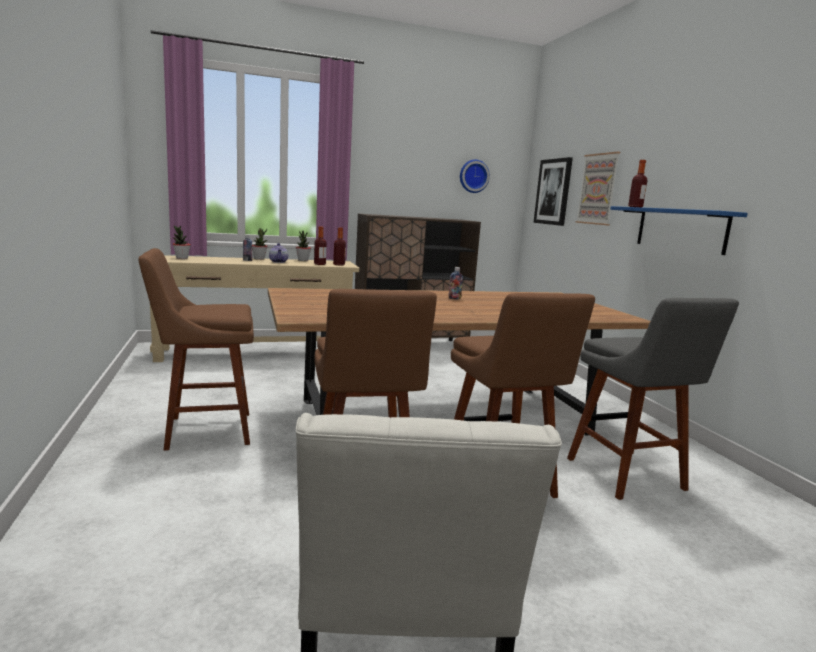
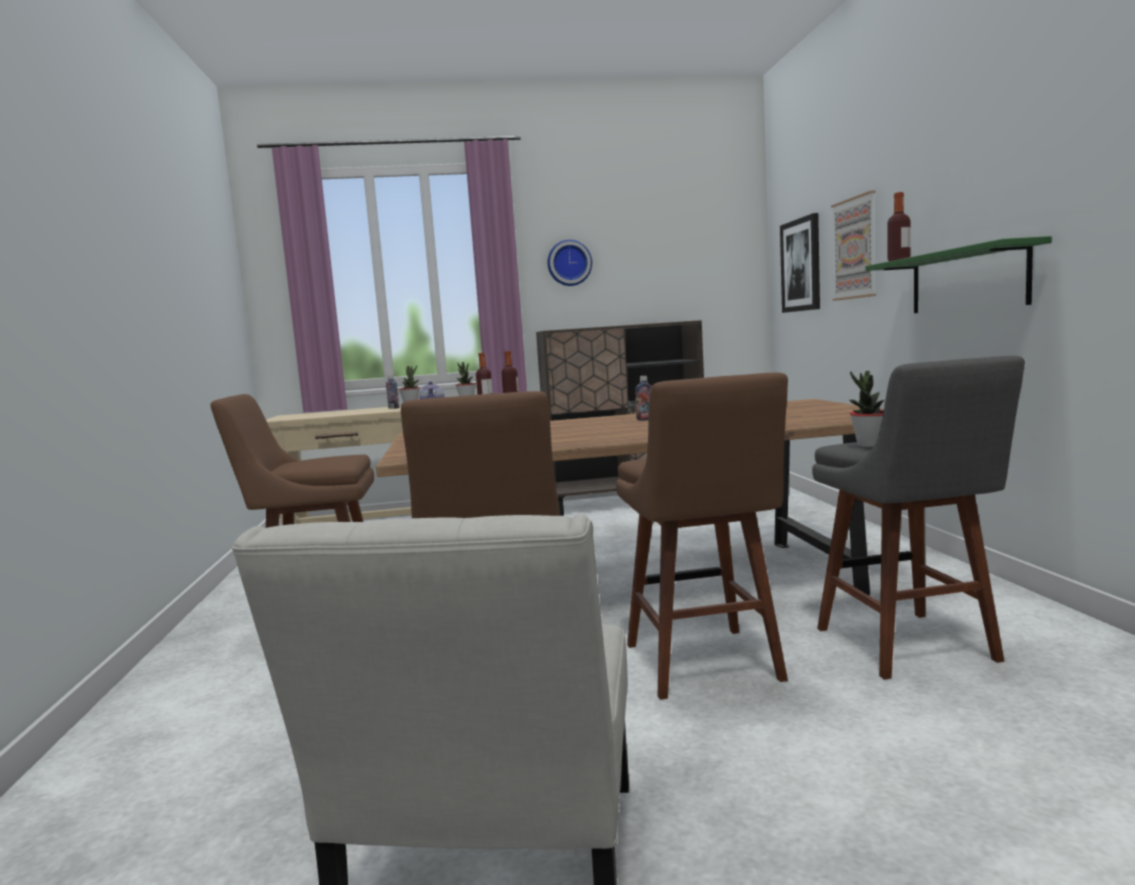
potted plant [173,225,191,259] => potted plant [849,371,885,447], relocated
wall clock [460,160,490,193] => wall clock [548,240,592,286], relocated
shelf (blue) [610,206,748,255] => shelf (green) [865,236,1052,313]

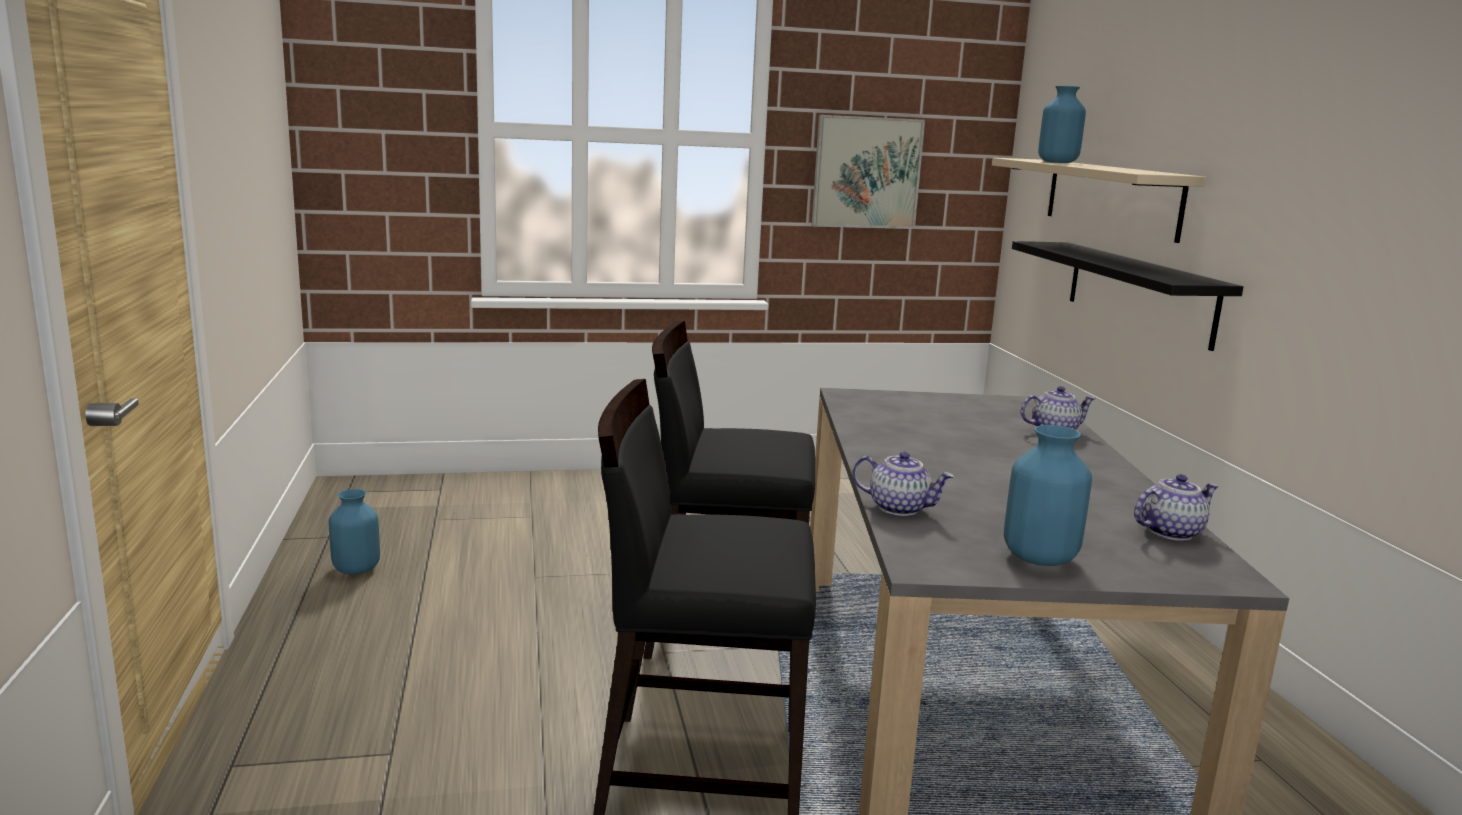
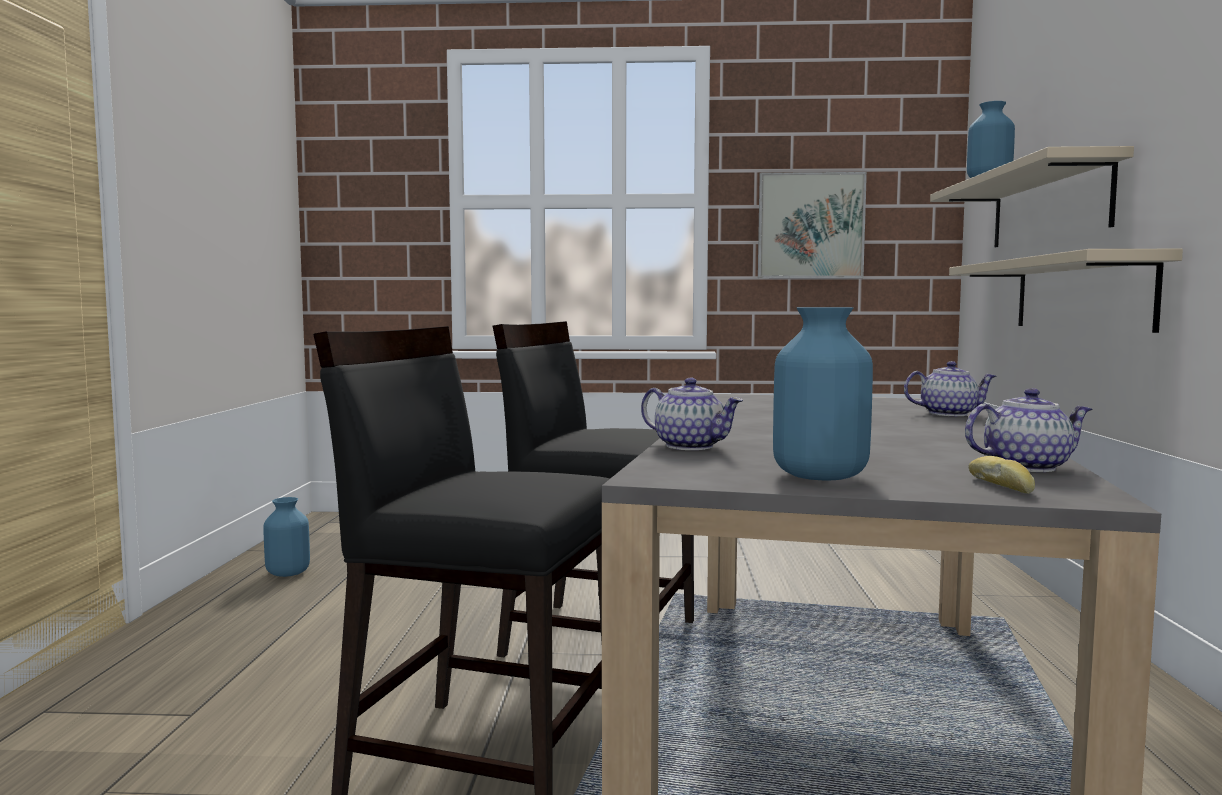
shelf (black) [1012,241,1243,351] => shelf (beige) [949,249,1183,333]
nothing => bread [968,456,1035,494]

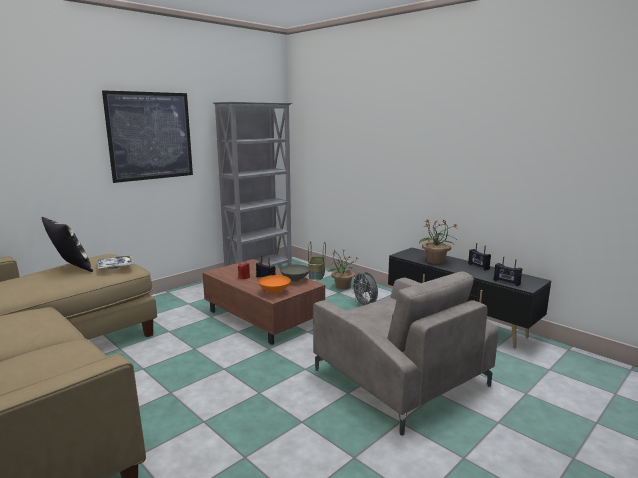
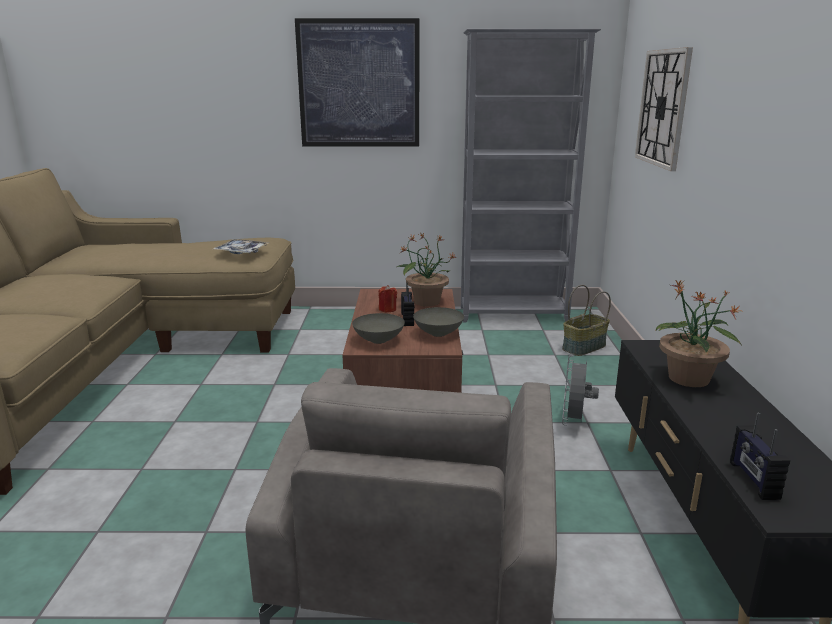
pillow [42,217,93,272] => nothing
bowl (orange) [258,275,291,294] => bowl (grey) [352,313,405,344]
potted plant [328,249,358,289] => potted plant [395,232,456,306], relocated
radio [468,243,491,270] => nothing
nothing => wall clock [635,47,693,171]

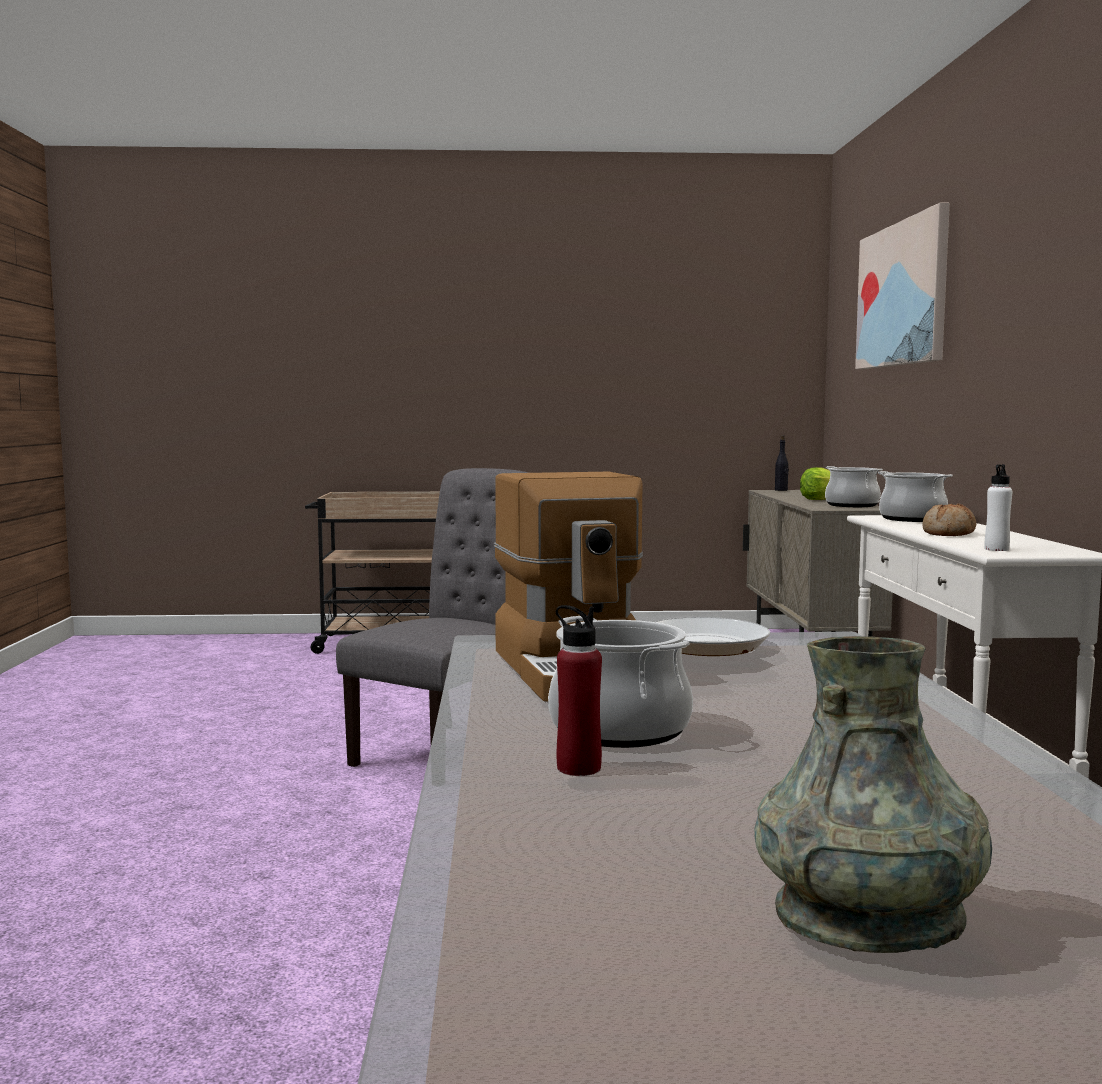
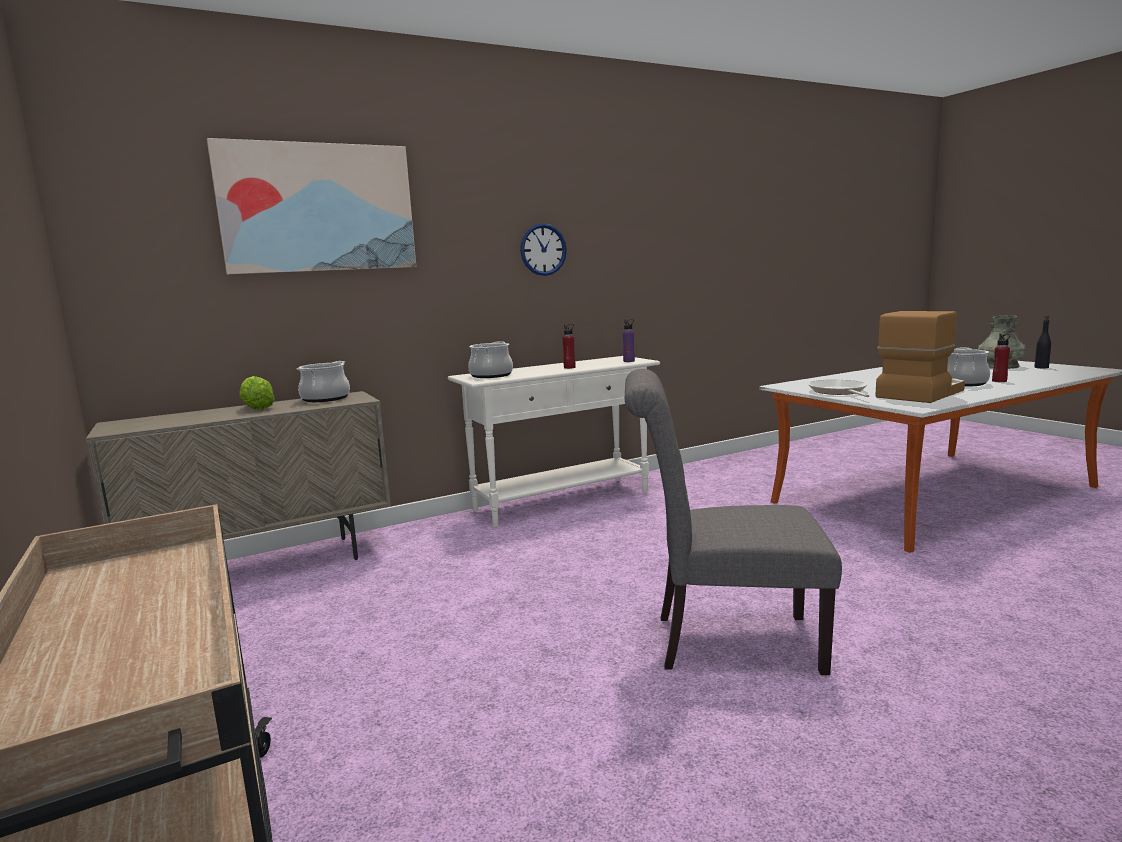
bottle (black) [775,435,789,491] => bottle (black) [1034,315,1051,368], relocated
bread [922,504,976,536] => bottle (red) [563,324,576,369]
bottle (white) [984,464,1013,551] => bottle (purple) [623,319,635,362]
nothing => wall clock [520,223,567,276]

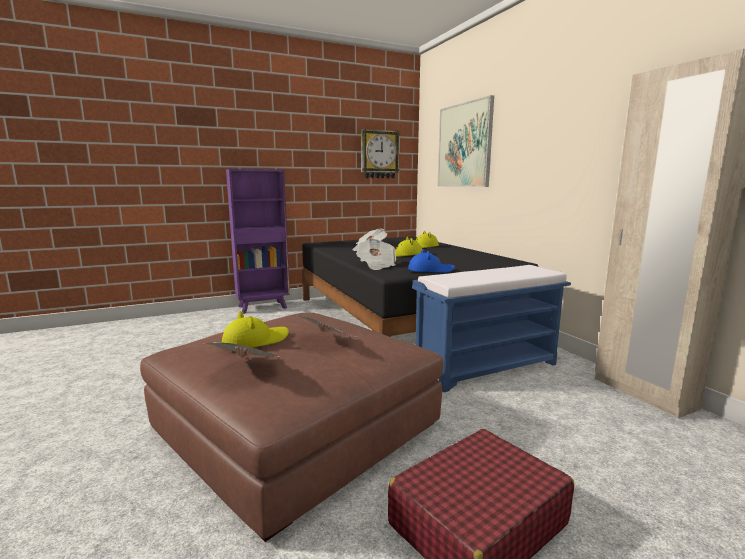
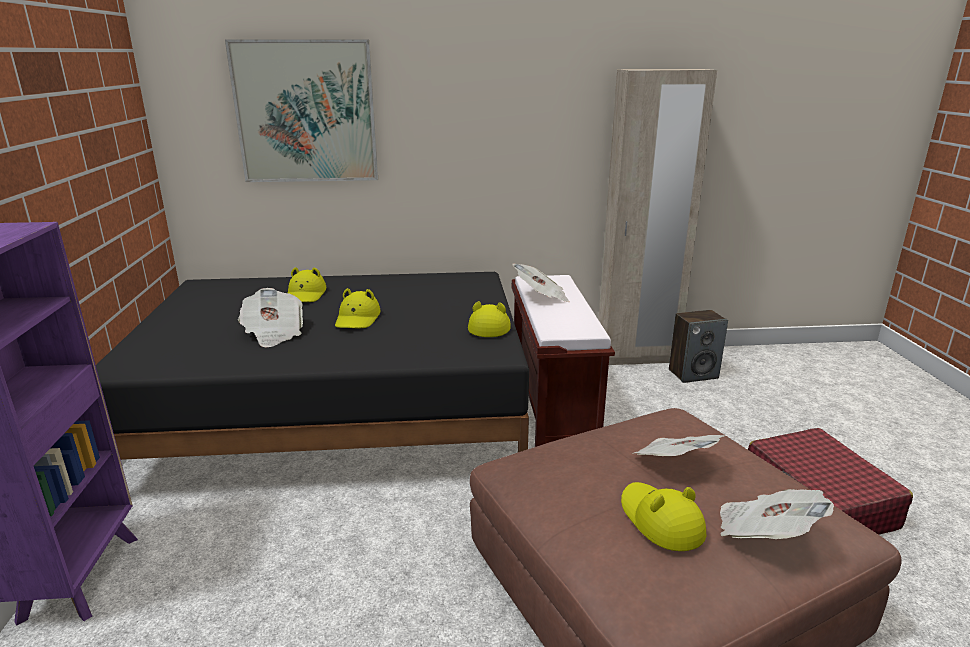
newspaper [356,239,396,270] => newspaper [512,263,569,302], relocated
wall clock [361,129,400,178] => nothing
hat (blue) [408,249,455,273] => hat (yellow) [468,301,511,337]
bench (blue) [412,265,571,392] => bench (brown) [511,275,615,447]
nothing => speaker [669,310,728,383]

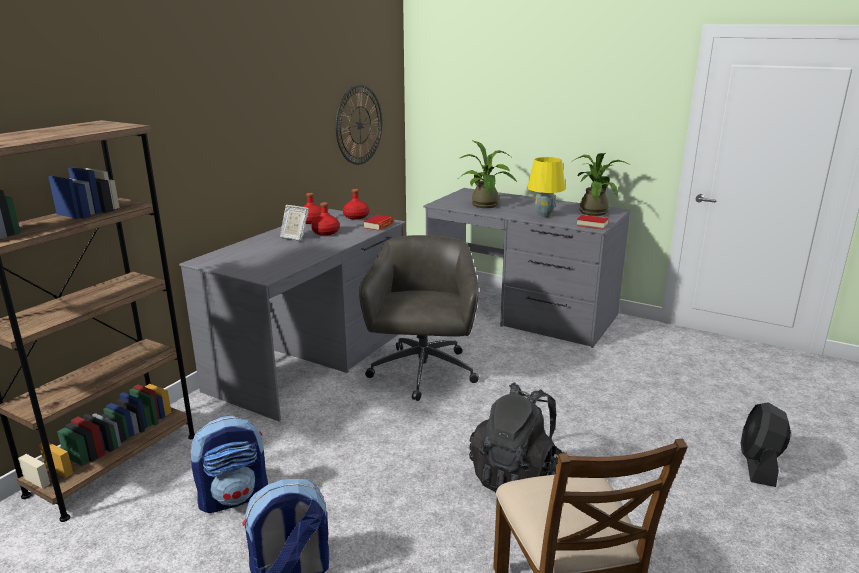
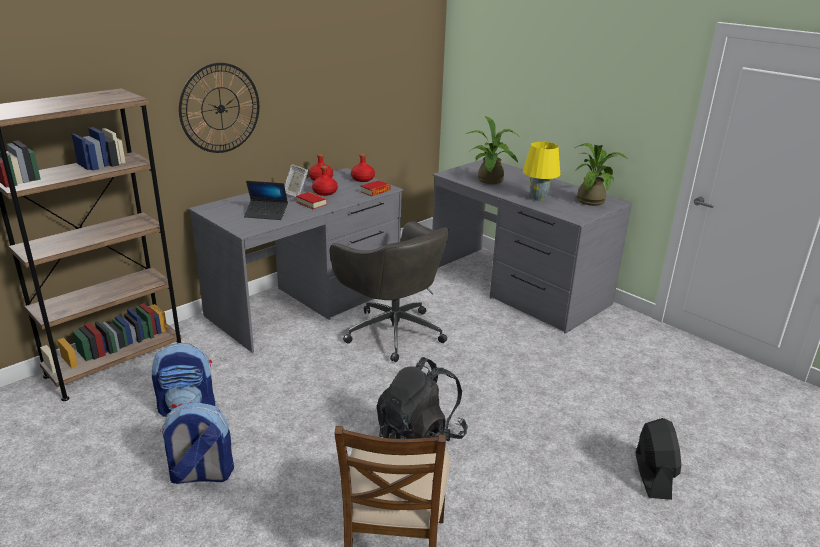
wall clock [336,85,382,165] => wall clock [179,63,259,153], relocated
office chair (grey) [359,235,479,401] => office chair (grey) [330,222,449,362], 120 degrees clockwise
book [577,215,608,230] => book [296,192,327,209], relocated
fan (black) [740,402,791,487] => fan (black) [636,418,681,500], 150 degrees clockwise
nothing => laptop [244,181,288,220]

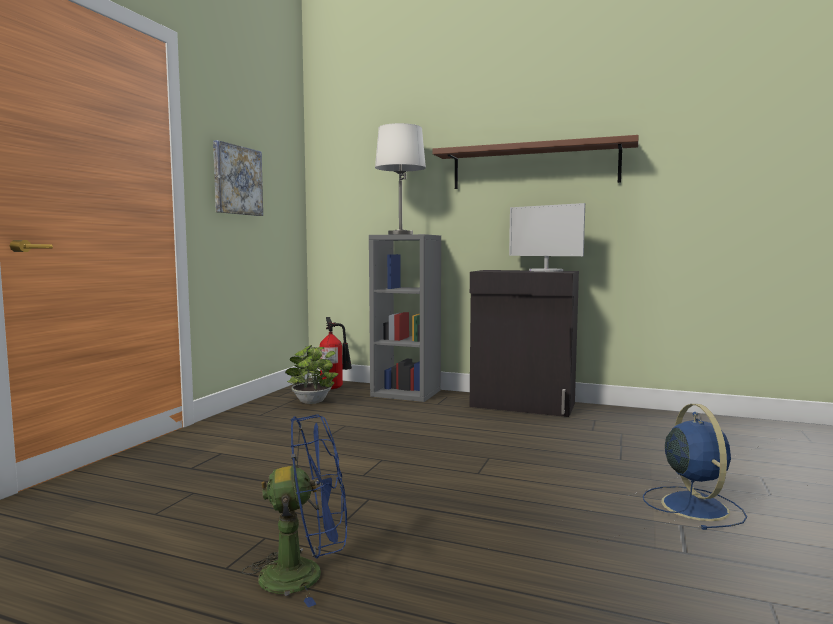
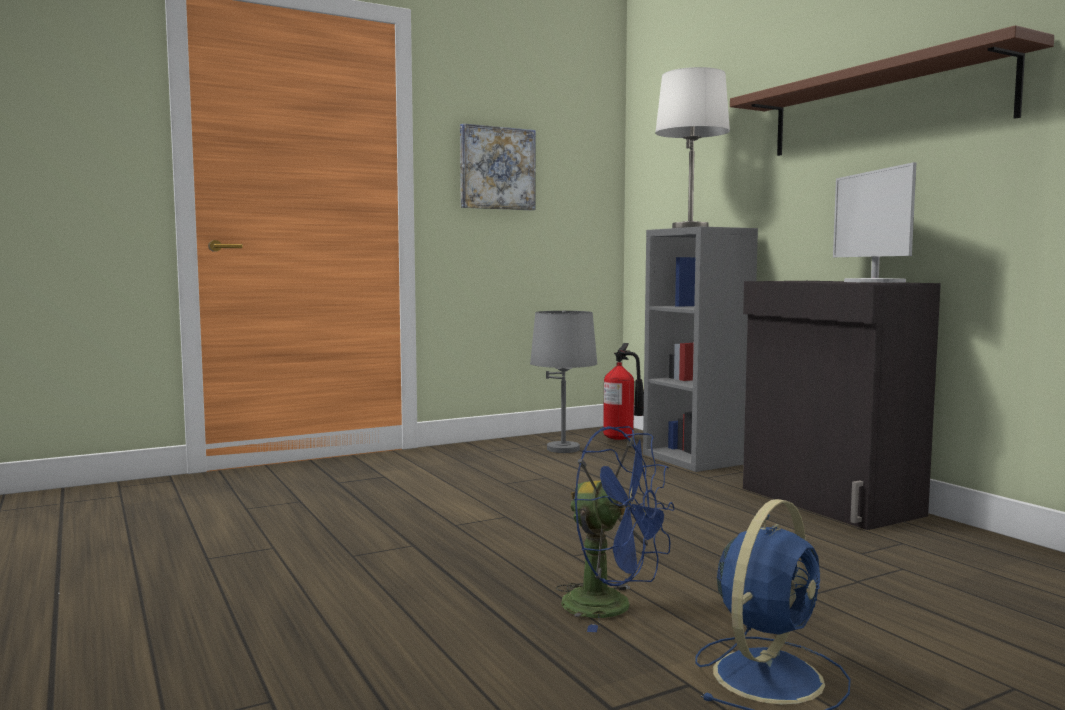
fan (blue) [242,414,347,607] => fan (blue) [556,426,675,632], relocated
potted plant [285,345,338,404] => table lamp (grey) [530,310,597,453]

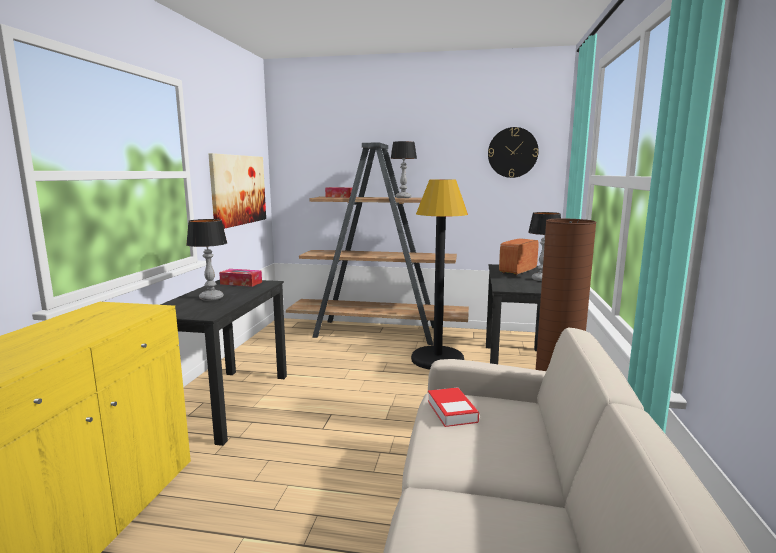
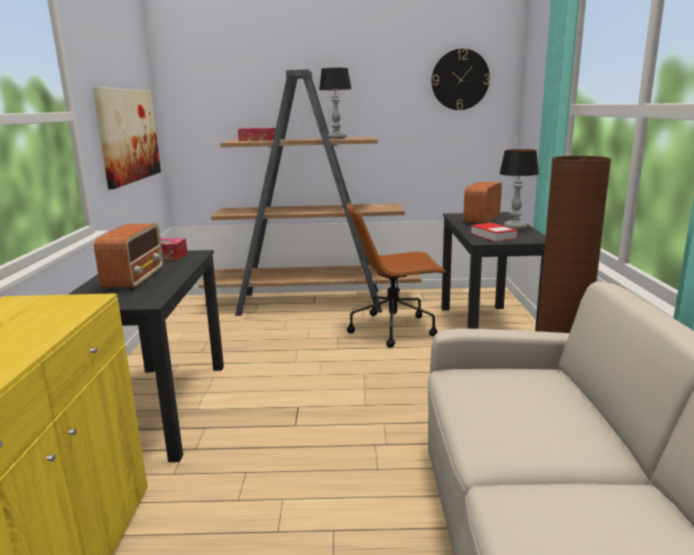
table lamp [186,219,227,301] => radio [94,223,163,290]
floor lamp (black) [411,179,468,370] => office chair (brown) [347,202,447,348]
book [428,387,479,427] => book [471,223,518,242], relocated

